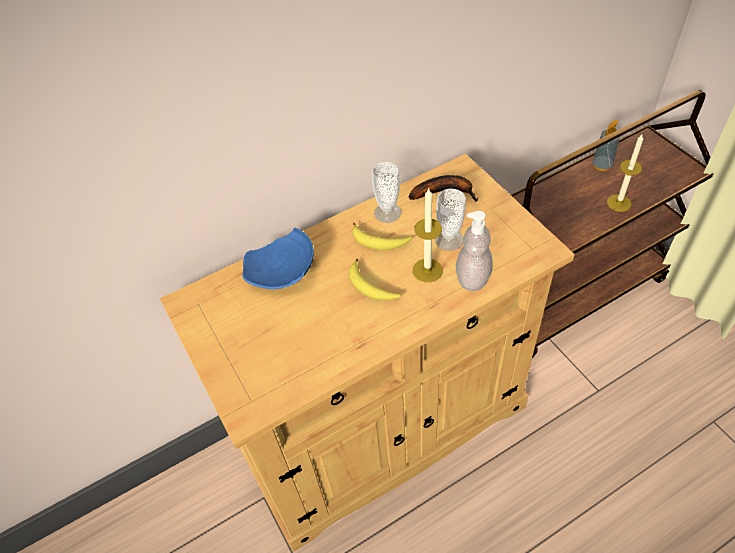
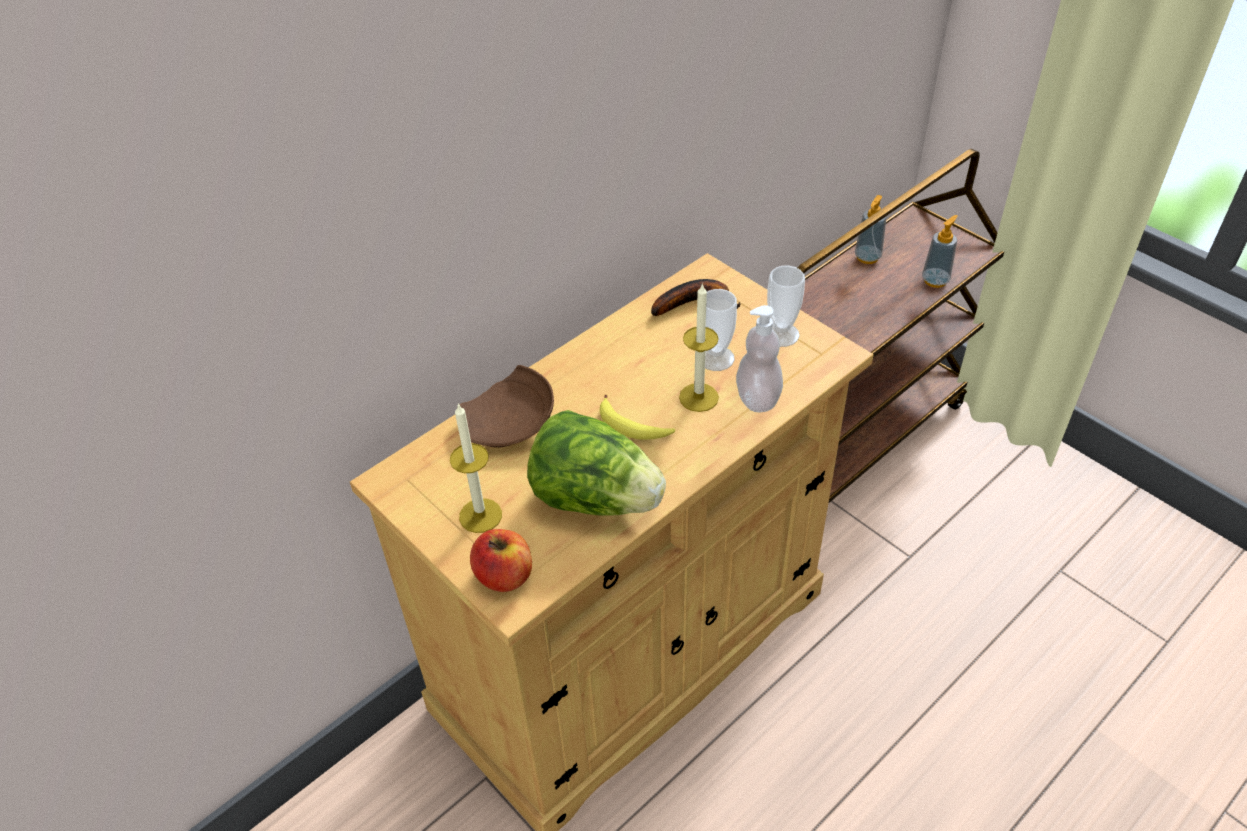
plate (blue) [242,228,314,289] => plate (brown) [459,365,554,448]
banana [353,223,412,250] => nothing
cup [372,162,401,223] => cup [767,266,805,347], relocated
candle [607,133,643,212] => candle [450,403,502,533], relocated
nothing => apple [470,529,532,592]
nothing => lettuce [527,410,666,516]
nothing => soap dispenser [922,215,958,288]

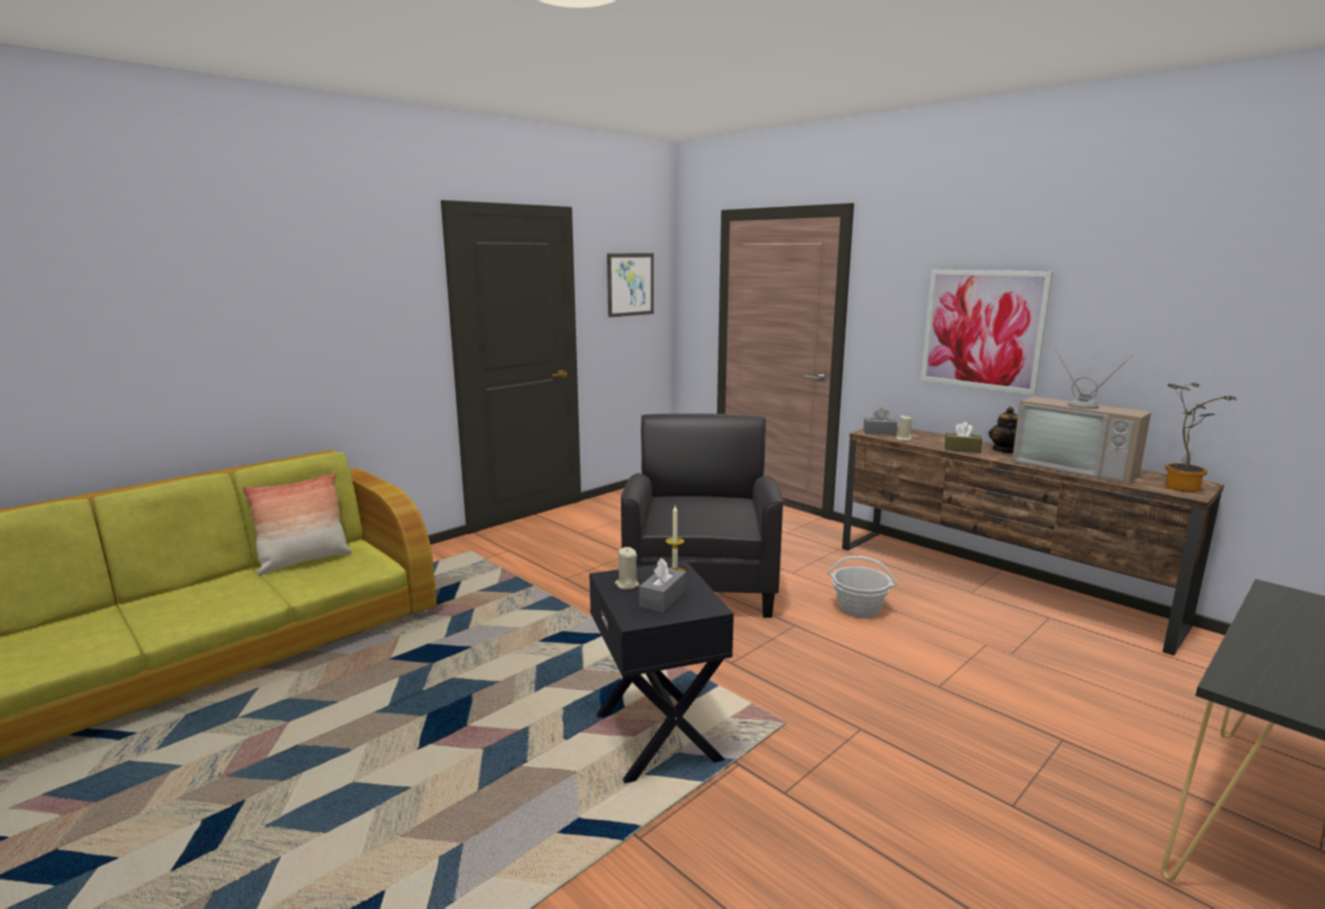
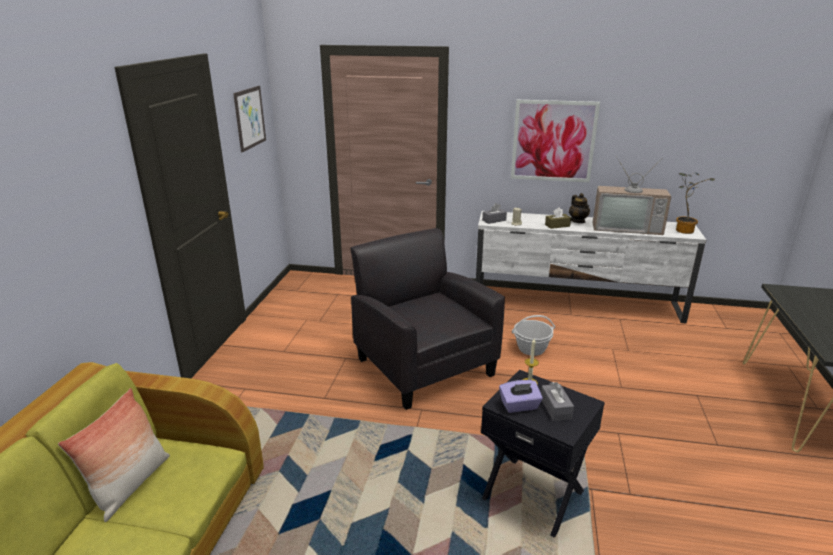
candle (beige) [615,547,640,590] => tissue box (purple) [499,380,543,413]
tv stand (brown) [842,426,1224,656] => tv stand (white) [476,211,706,324]

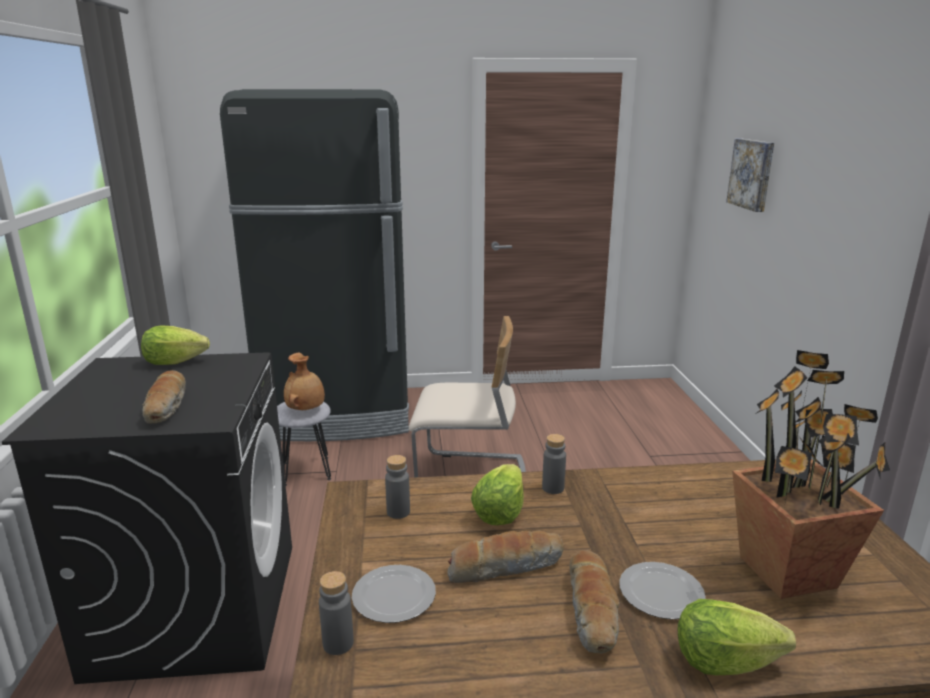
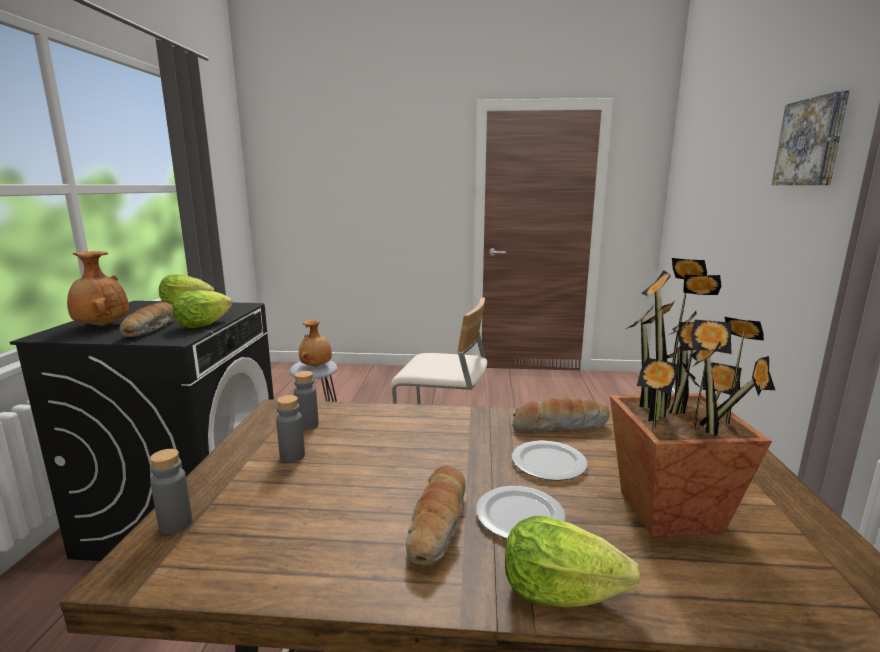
fridge (black) [220,89,409,441] => nothing
plate [352,565,436,623] => plate [512,441,588,481], relocated
bread [448,530,564,583] => bread [512,397,610,433], relocated
lettuce [471,464,524,525] => lettuce [173,290,233,328], relocated
bottle (grey) [542,434,566,494] => bottle (grey) [276,395,305,463], relocated
picture [726,139,774,212] => picture [772,90,850,185], relocated
nothing => vase (brown) [67,251,129,326]

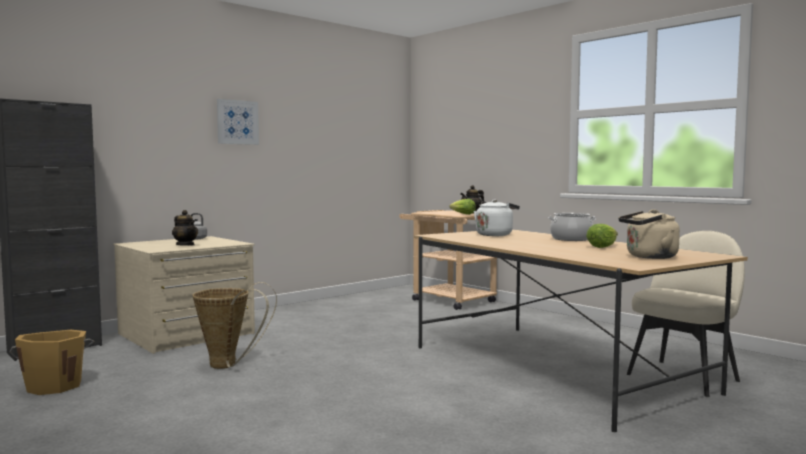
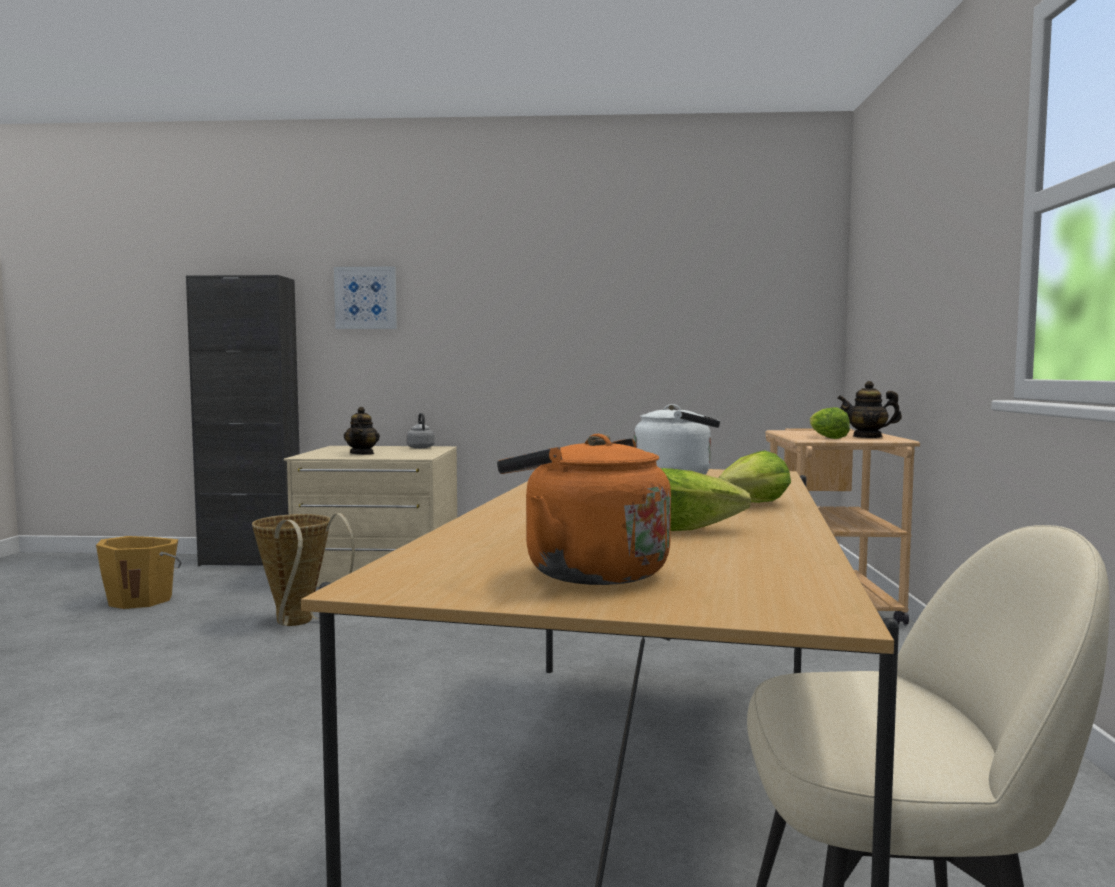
picture [217,99,259,145] => picture [334,267,397,329], relocated
cooking pot [549,213,596,241] => lettuce [718,451,791,503]
kettle (beige) [618,209,680,259] => kettle (orange) [497,434,671,585]

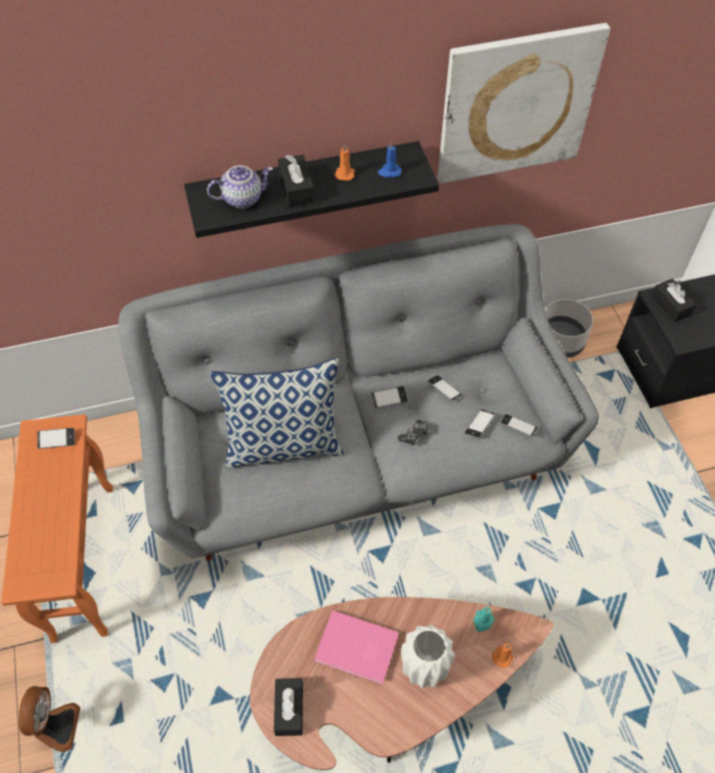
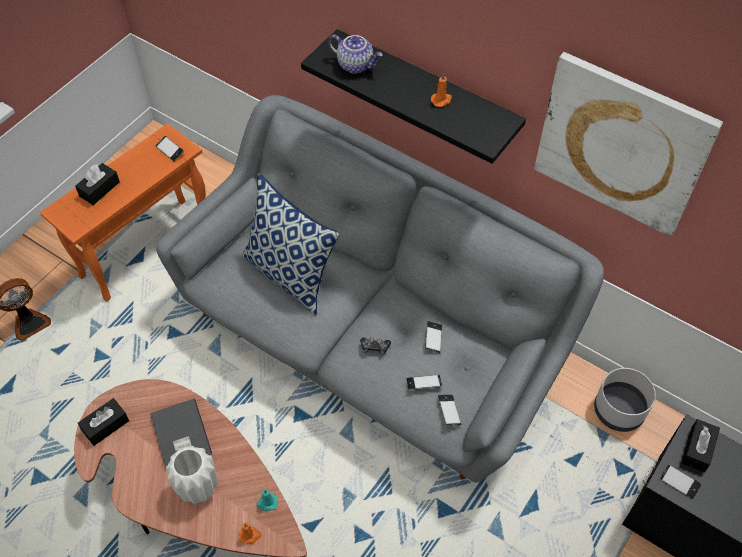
tissue box (black) [278,155,315,207] => tissue box (black) [75,163,120,205], relocated
book (pink) [314,610,399,685] => book (grey) [150,398,212,467]
phone [372,386,408,408] => phone [660,465,702,499], relocated
candle (blue) [377,141,402,178] => nothing

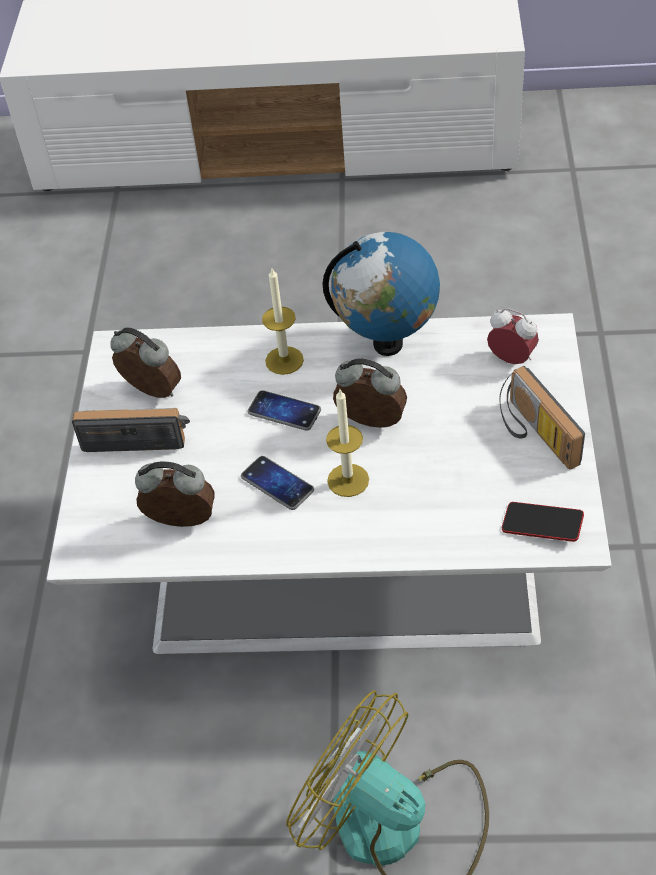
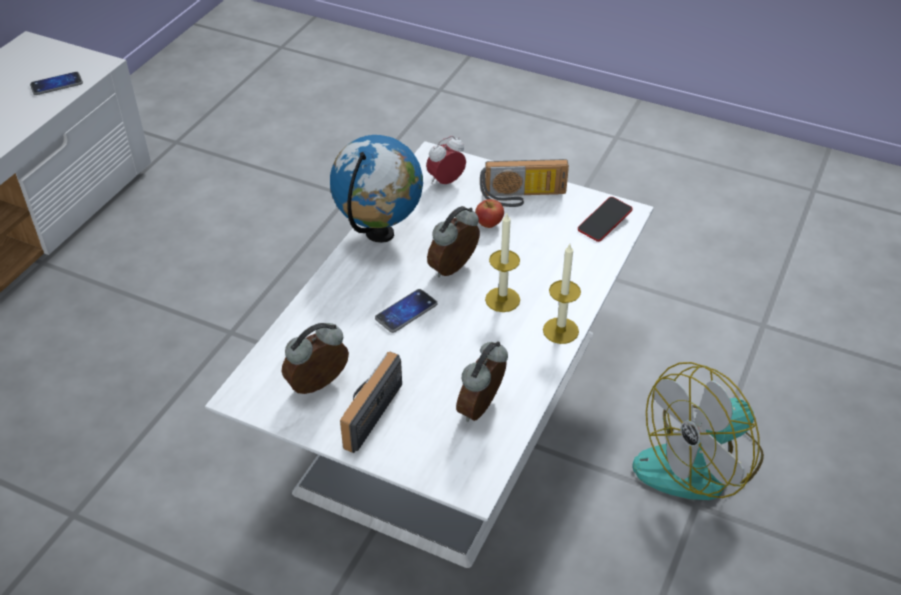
phone [241,456,314,510] => phone [30,72,83,95], relocated
candle [262,268,304,375] => candle [543,244,581,344], relocated
nothing => apple [475,199,504,228]

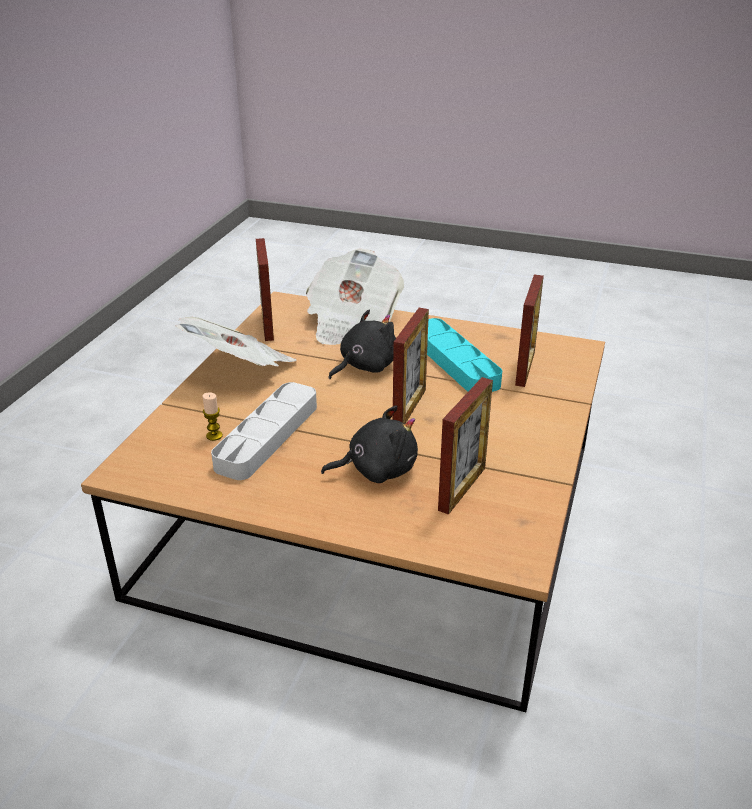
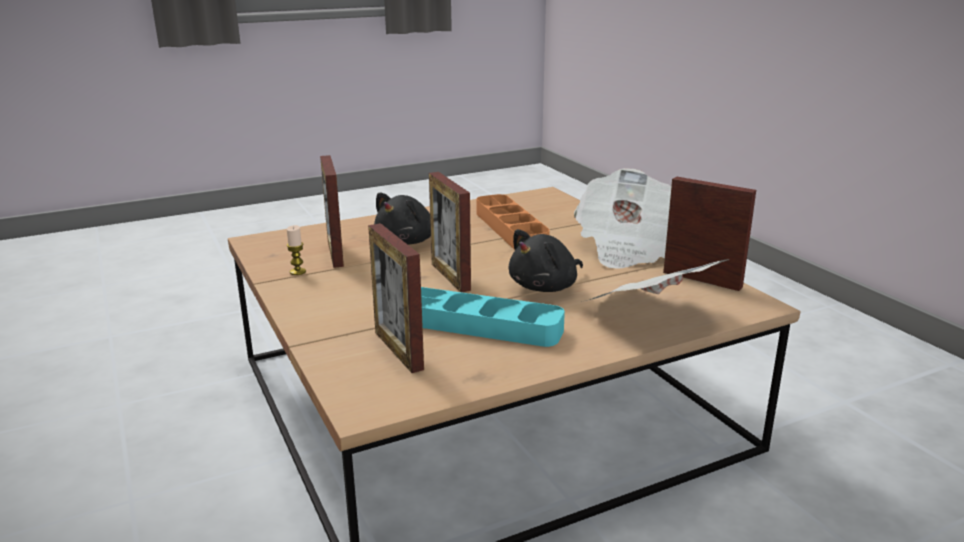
candle [203,392,223,441] => candle [287,225,306,275], relocated
tray (grey) [211,382,317,480] => tray (orange) [476,194,550,250]
plush toy (black) [329,310,396,379] => plush toy (black) [509,229,583,292], 45 degrees clockwise

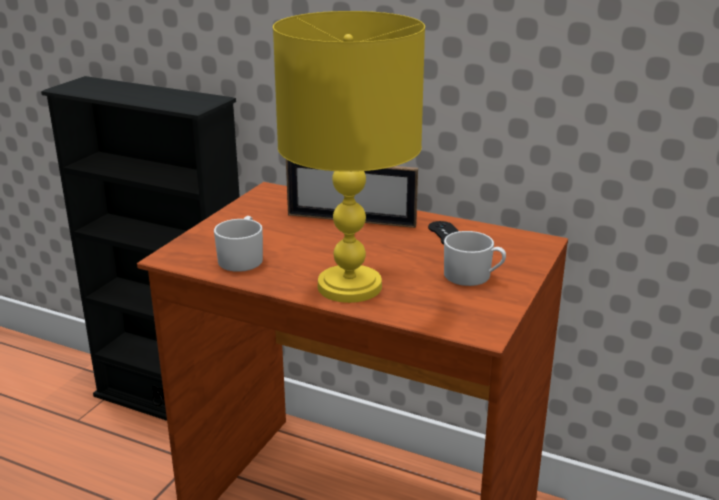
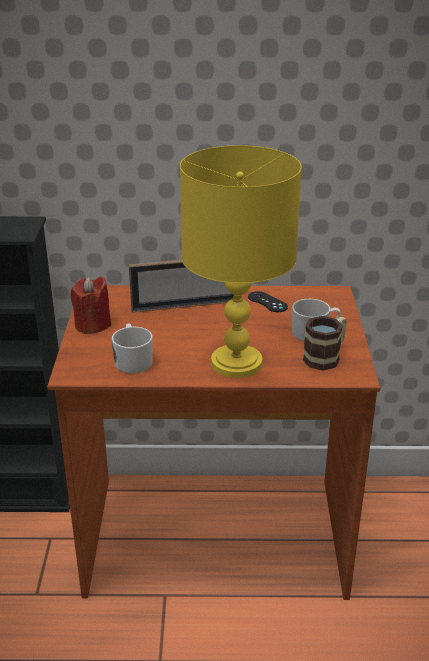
nothing => candle (red) [70,277,111,334]
nothing => mug [303,316,347,371]

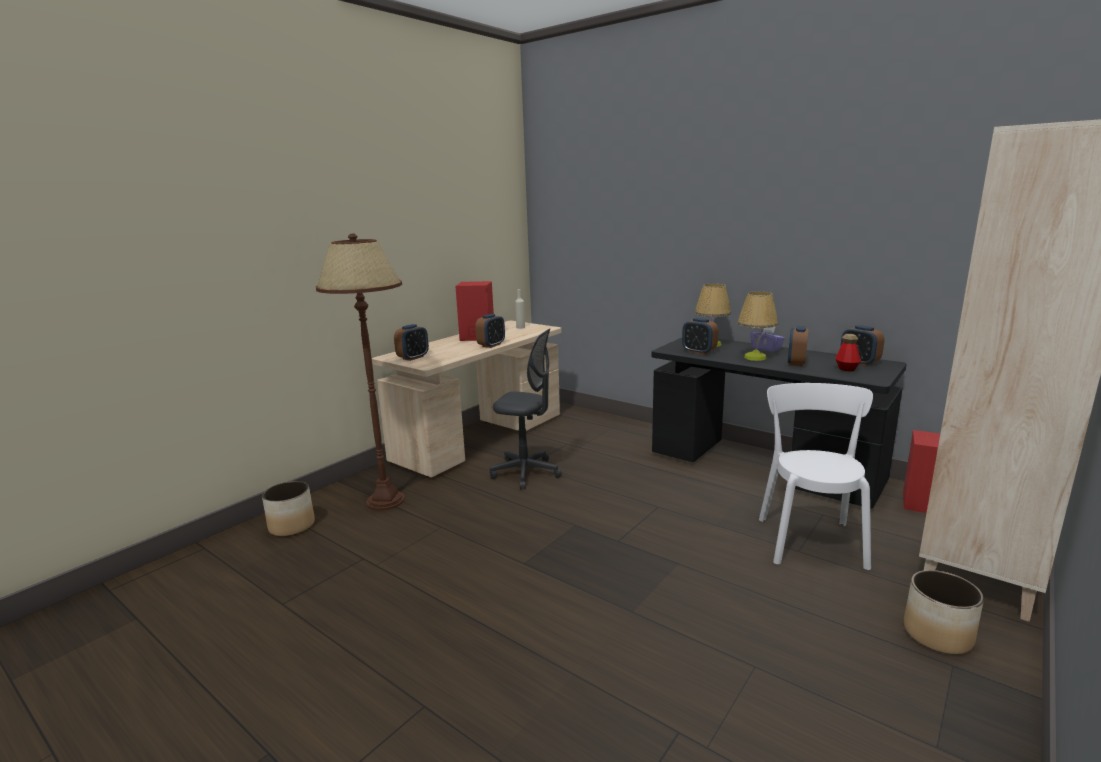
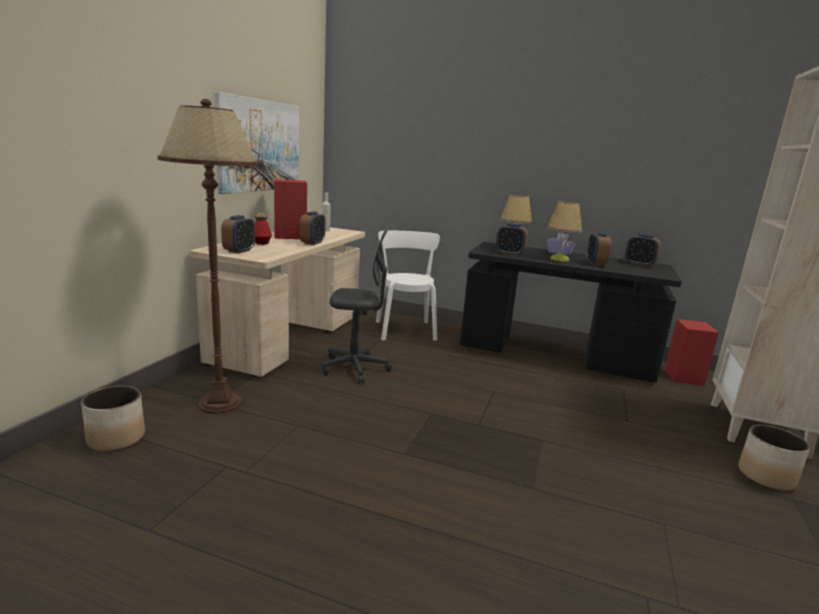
chair (white) [759,383,873,570] => chair (white) [376,231,440,341], relocated
bottle [835,334,861,371] => bottle [255,213,272,245], relocated
nothing => picture [214,92,299,194]

